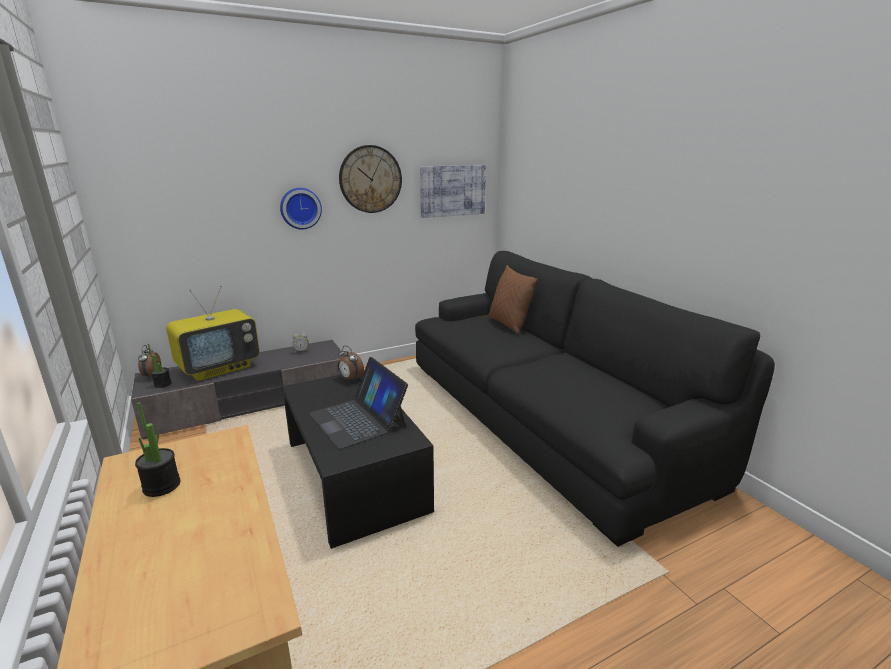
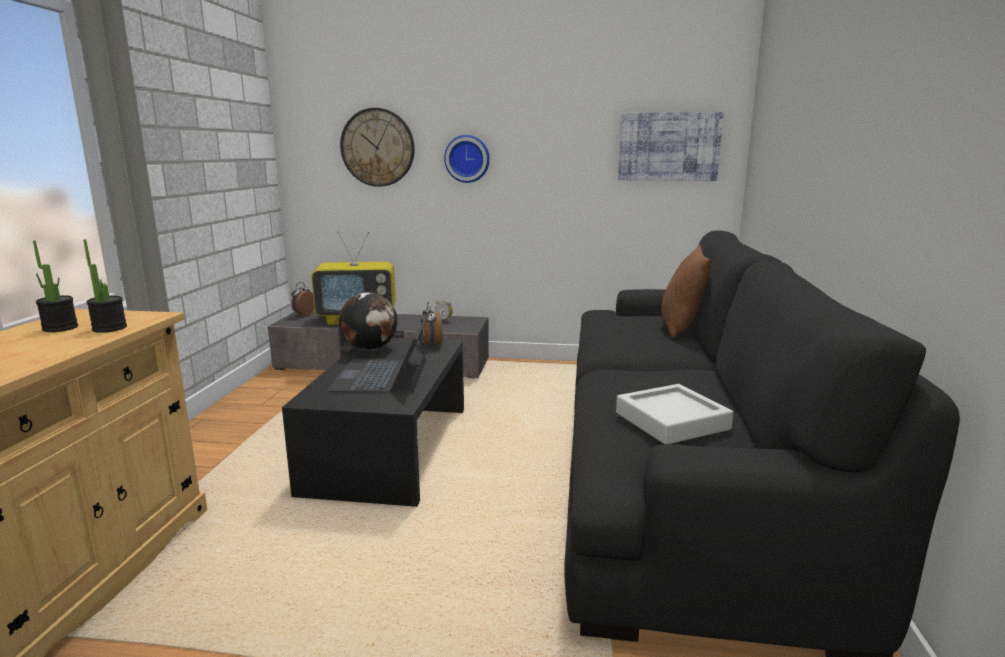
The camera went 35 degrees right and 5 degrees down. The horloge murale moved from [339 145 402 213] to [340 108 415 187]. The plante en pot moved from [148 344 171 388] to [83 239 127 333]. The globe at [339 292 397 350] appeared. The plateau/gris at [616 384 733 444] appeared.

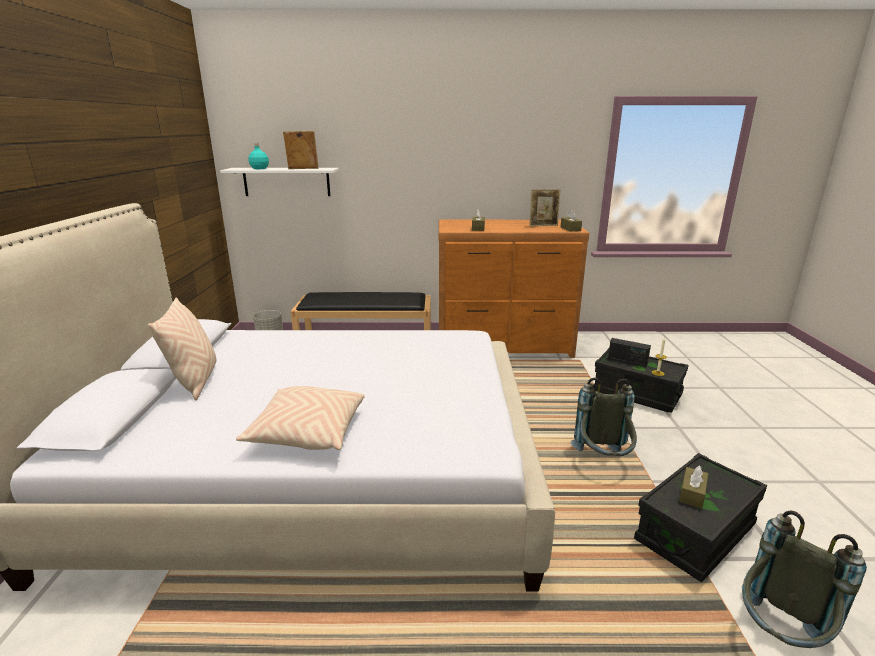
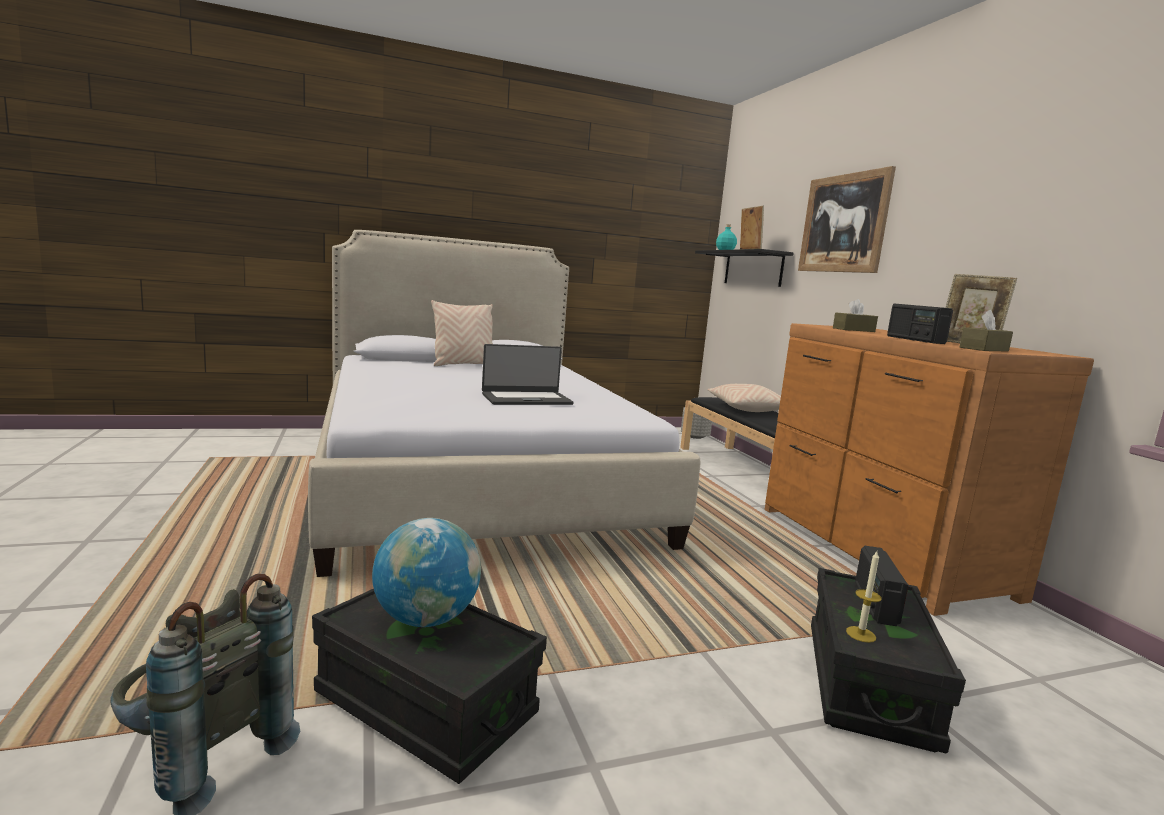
The camera went 70 degrees right and 10 degrees down. The étagère/blanc at [220 168 339 196] became the étagère/noir at [695 249 794 287]. The sac à dos/gris at [570 378 637 456] disappeared. The coussin/beige moved from [236 386 365 450] to [707 384 781 412]. The boîte à mouchoirs/marron at [679 465 708 509] was replaced by the globe at [372 518 481 627]. The tableau at [798 166 896 273] appeared. The radio at [887 304 953 344] appeared. The ordinateur portable at [482 344 574 405] appeared.

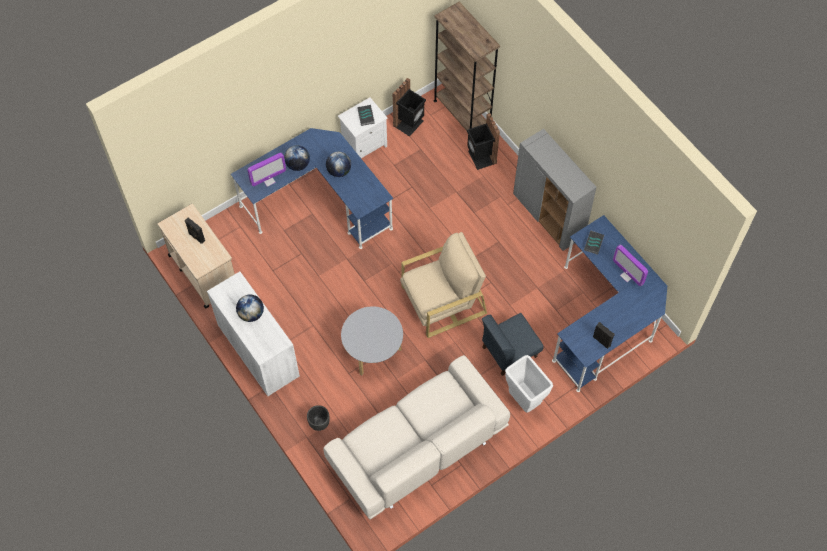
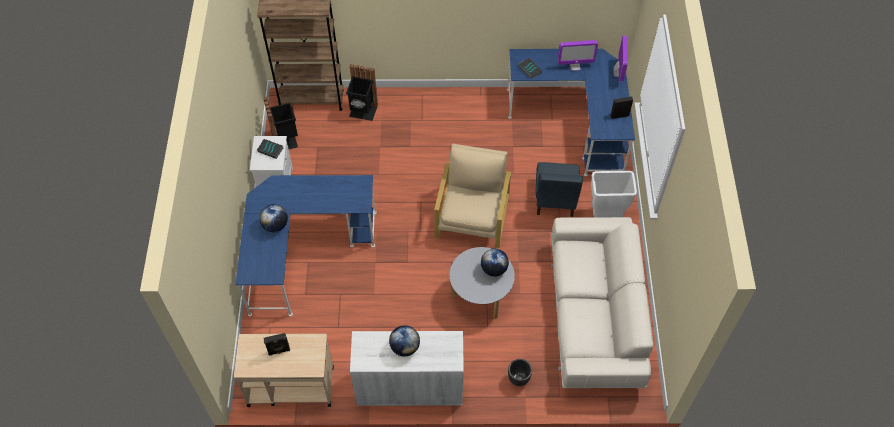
The camera went 55 degrees left and 5 degrees down. The meuble de rangement/gris at [513 129 597 251] disappeared. The globe moved from [326 152 351 177] to [481 249 509 277]. The écran d'ordinateur moved from [247 153 286 187] to [613 36 628 82].

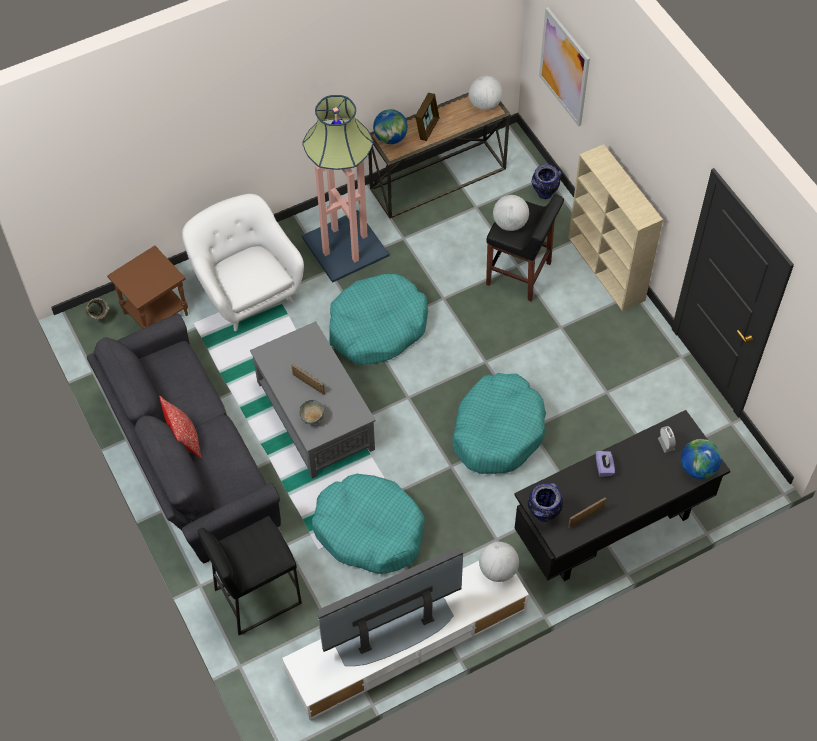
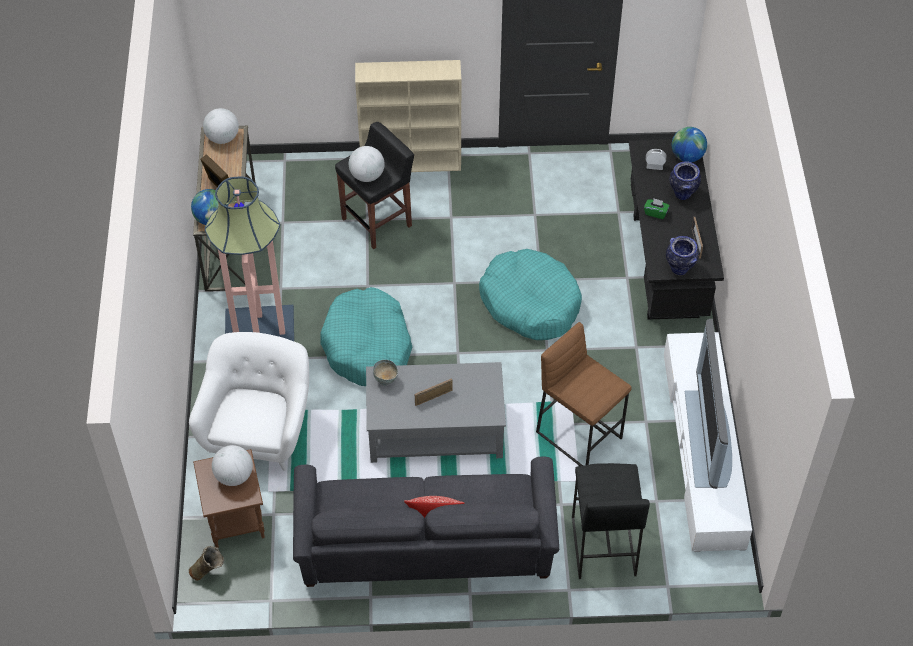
The camera went 65 degrees left and 5 degrees down. The tableau at [539 7 590 126] disappeared. The vase moved from [531 164 561 199] to [670 161 701 200]. The fauteuil/blanc at [182 194 304 331] turned 105 degrees clockwise. The bol/gris moved from [300 400 324 425] to [373 360 398 386]. The boîte à mouchoirs/violet at [596 451 615 477] became the boîte à mouchoirs/vert at [644 198 669 219]. The panier pour chien/turquoise at [312 474 425 574] was replaced by the tabouret/marron at [536 322 632 466]. The globe moved from [479 542 519 582] to [212 445 253 486].

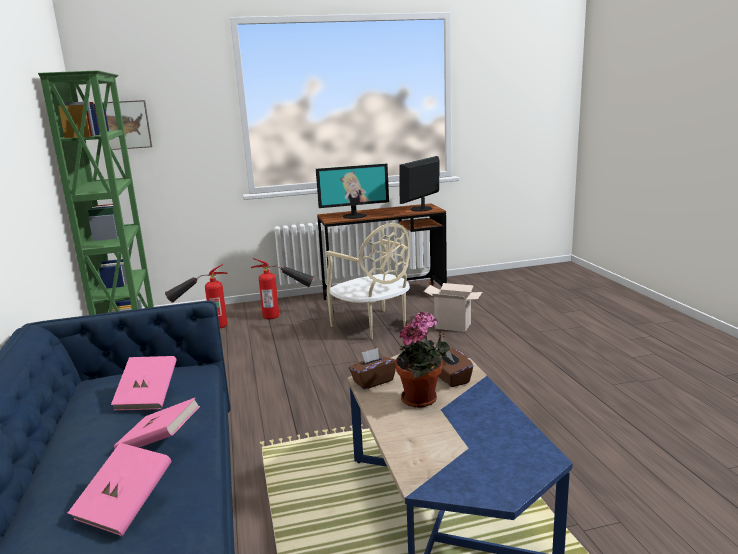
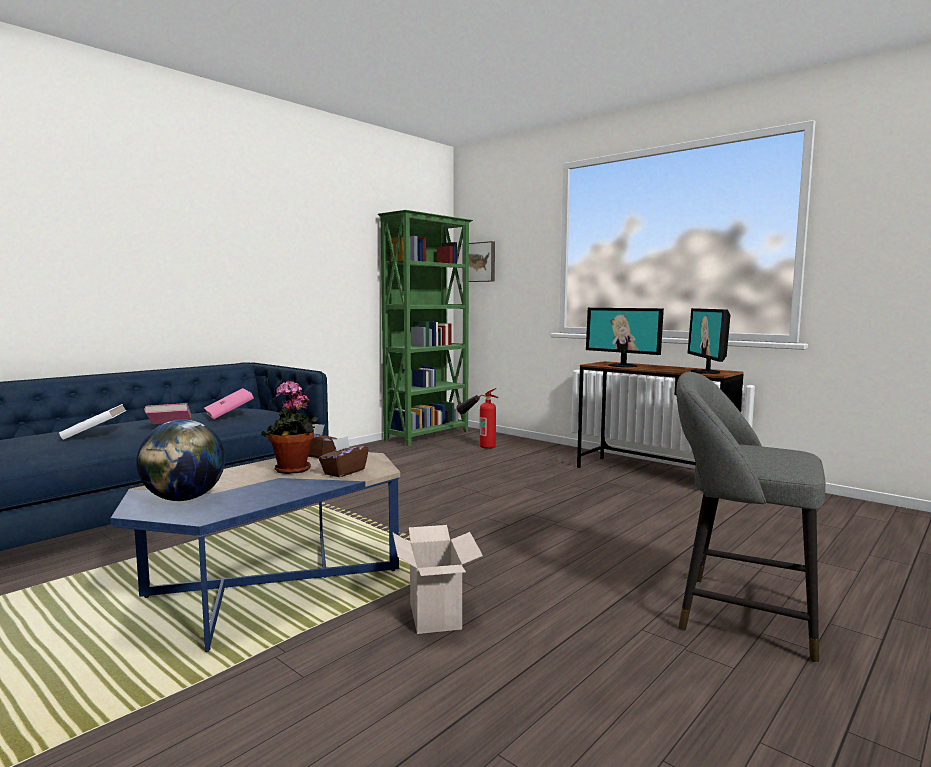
The camera went 55 degrees right and 10 degrees down. The écran d'ordinateur at [399 156 440 212] turned 90 degrees counterclockwise. The chaise/beige at [327 223 410 340] disappeared. The extincteur at [251 258 314 319] disappeared. The carton moved from [424 283 482 332] to [393 525 483 634]. The livre/rose at [68 443 172 536] became the livre/blanc at [59 404 127 440]. The tabouret/gris at [676 372 826 663] appeared. The globe at [136 419 225 501] appeared.

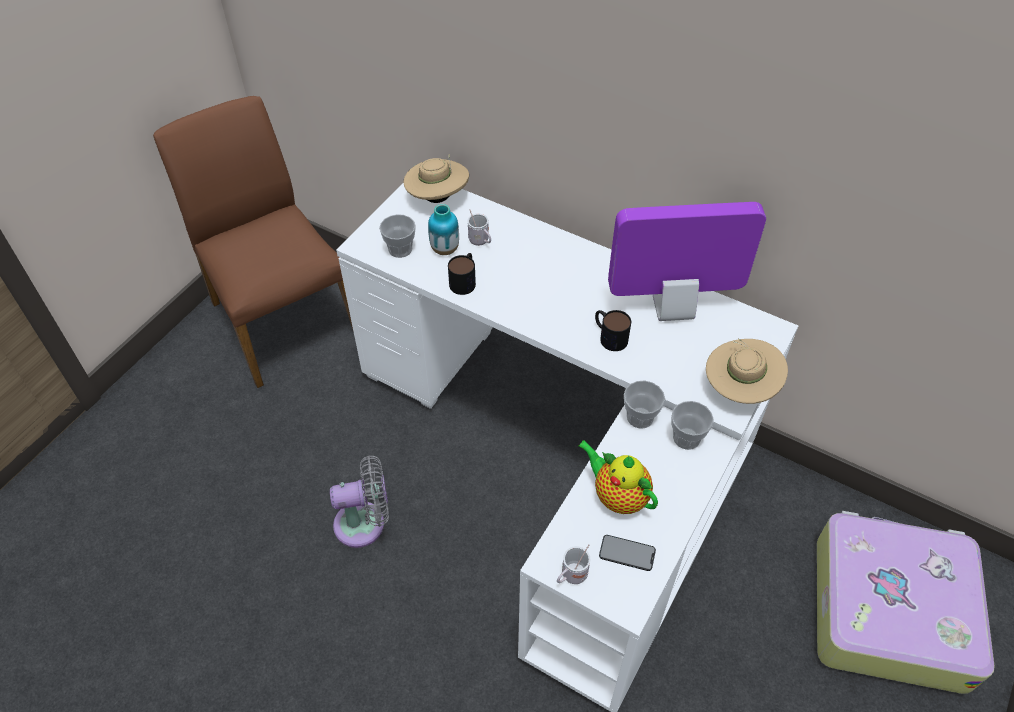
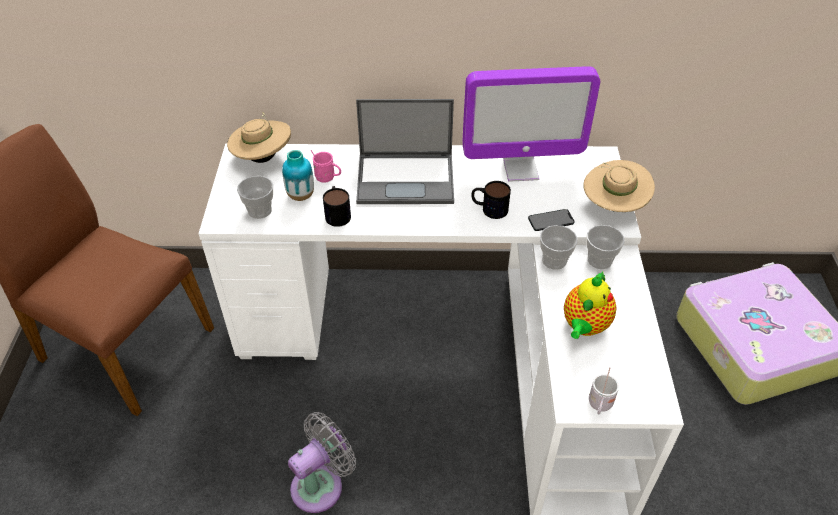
The camera went 30 degrees left and 5 degrees down. The écran d'ordinateur at [608 202 766 321] turned 150 degrees counterclockwise. The mug/blanc at [468 209 491 246] became the mug/rose at [311 150 341 183]. The théière at [578 440 658 514] turned 75 degrees counterclockwise. The téléphone moved from [599 535 656 571] to [528 209 574 231]. The ordinateur portable at [356 99 454 204] appeared.

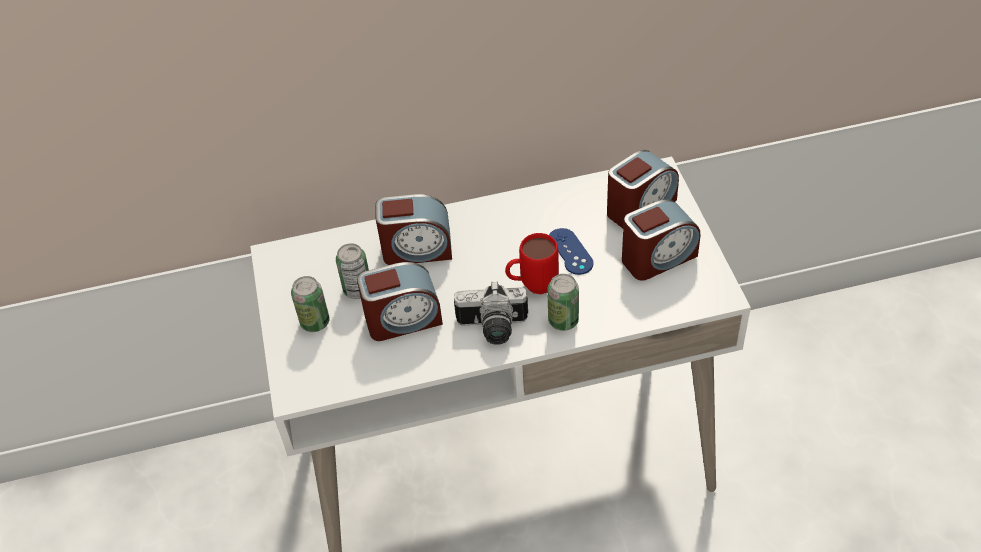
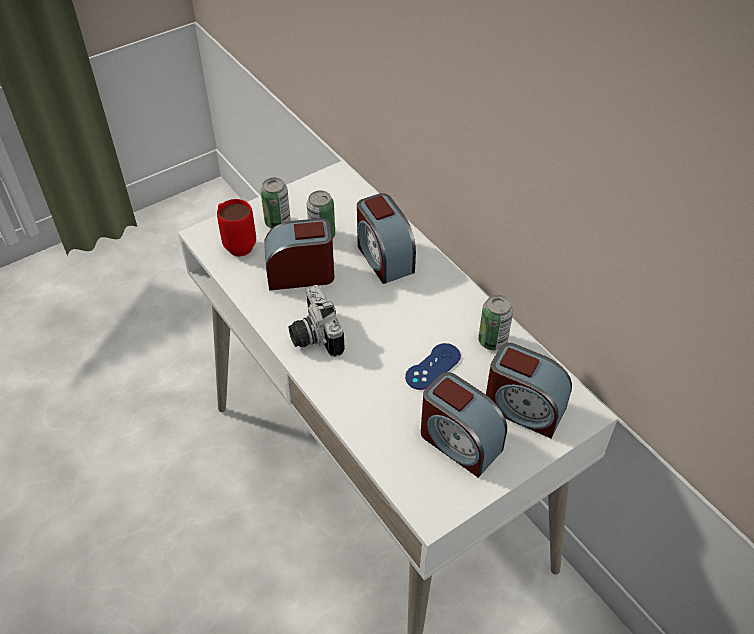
The camera went 65 degrees right and 0 degrees up. The mug/rouge moved from [505 233 559 294] to [217 199 256 257]. The réveil at [357 262 443 341] turned 120 degrees clockwise. The boîte métallique moved from [547 274 579 331] to [478 295 513 351].

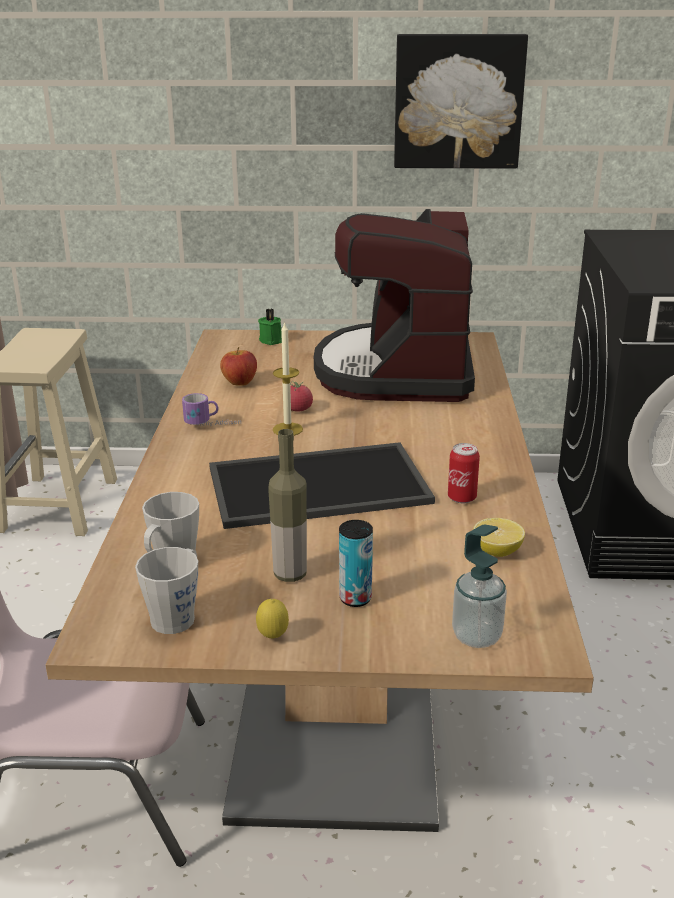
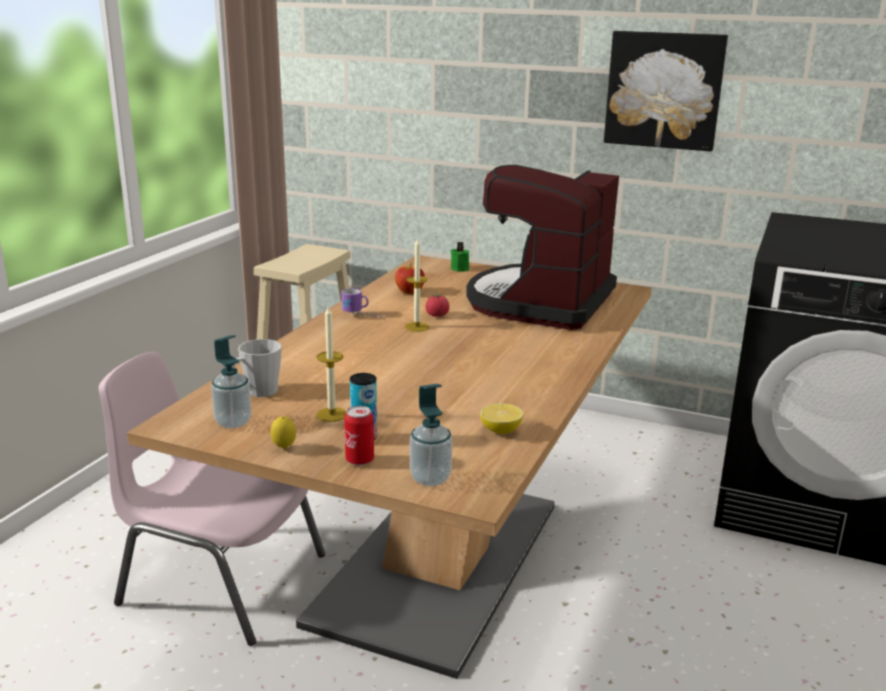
The camera went 20 degrees right and 5 degrees down. The bouteille at [268 429 307 582] was replaced by the bougie at [316 307 347 422]. The plateau at [209 442 435 529] disappeared. The boîte métallique moved from [448 443 480 503] to [344 406 374 466]. The mug/gris at [135 547 198 634] was replaced by the distributeur de savon at [211 335 251 429].

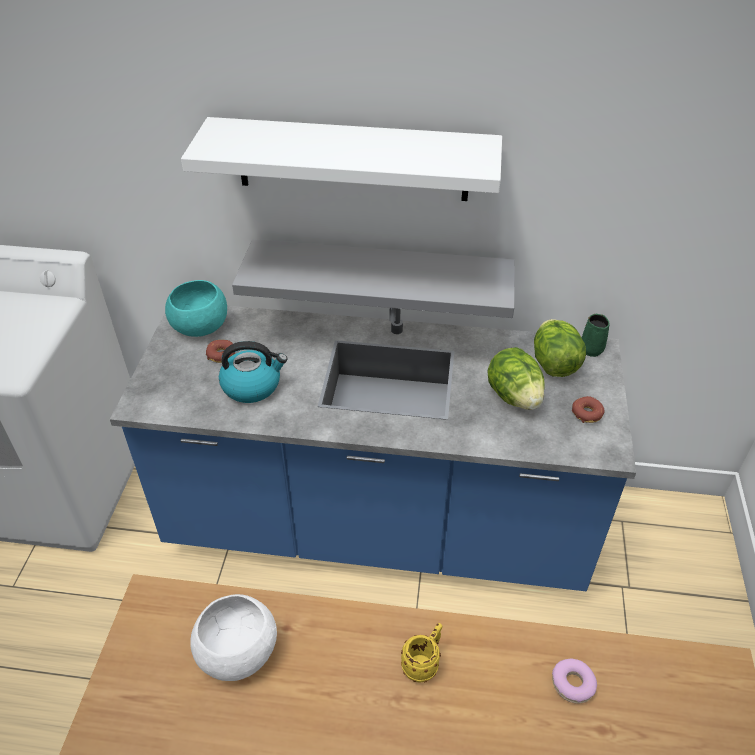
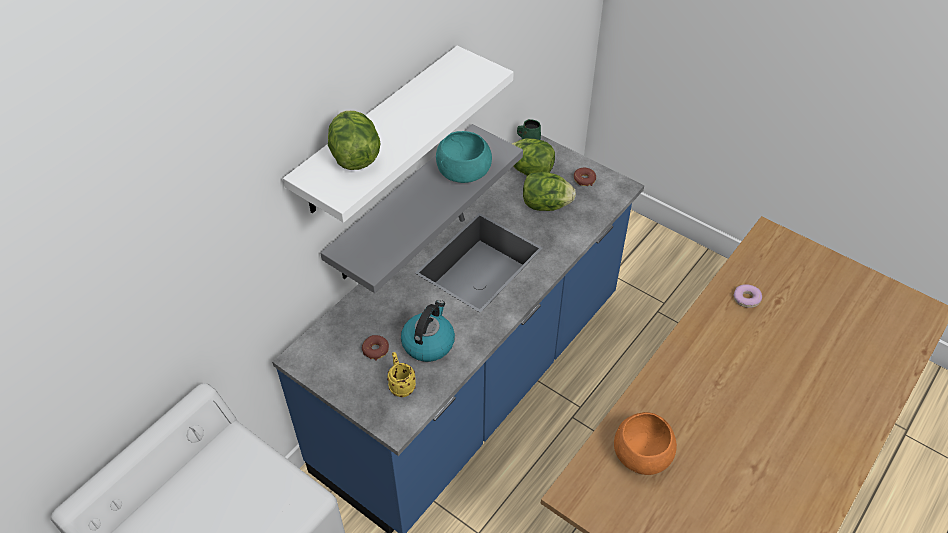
The camera went 60 degrees left and 5 degrees up. The bol/turquoise moved from [165 280 227 337] to [436 131 492 183]. The bol/blanc at [190 594 277 681] became the bol/orange at [614 412 677 475]. The mug/jaune moved from [401 623 442 683] to [387 352 416 397]. The laitue at [328 110 381 170] appeared.

